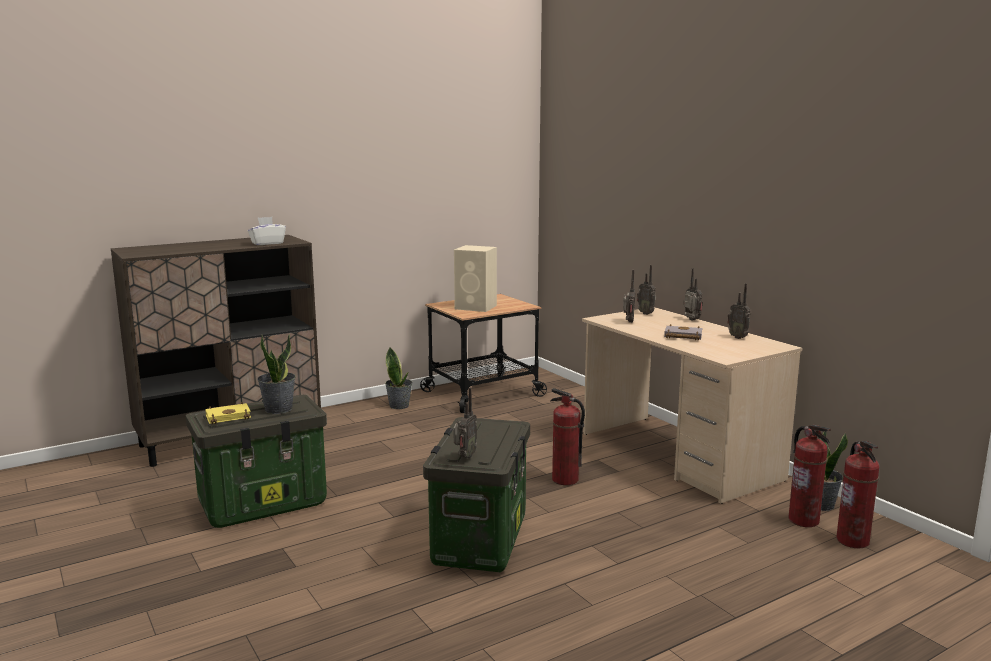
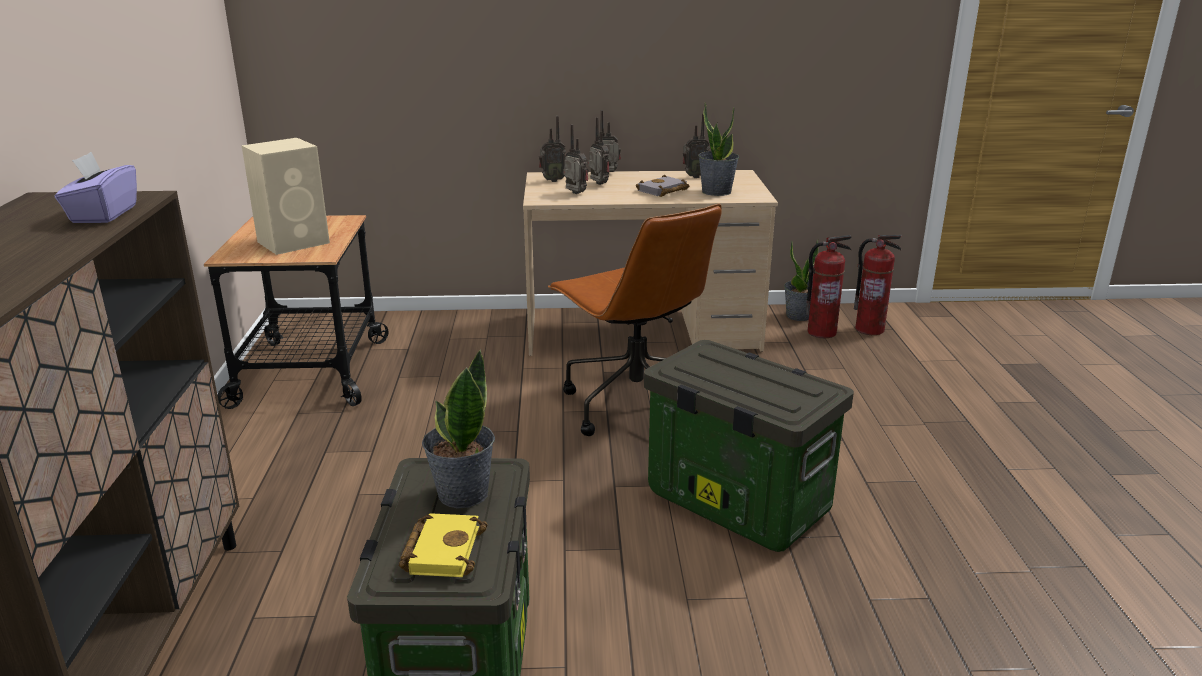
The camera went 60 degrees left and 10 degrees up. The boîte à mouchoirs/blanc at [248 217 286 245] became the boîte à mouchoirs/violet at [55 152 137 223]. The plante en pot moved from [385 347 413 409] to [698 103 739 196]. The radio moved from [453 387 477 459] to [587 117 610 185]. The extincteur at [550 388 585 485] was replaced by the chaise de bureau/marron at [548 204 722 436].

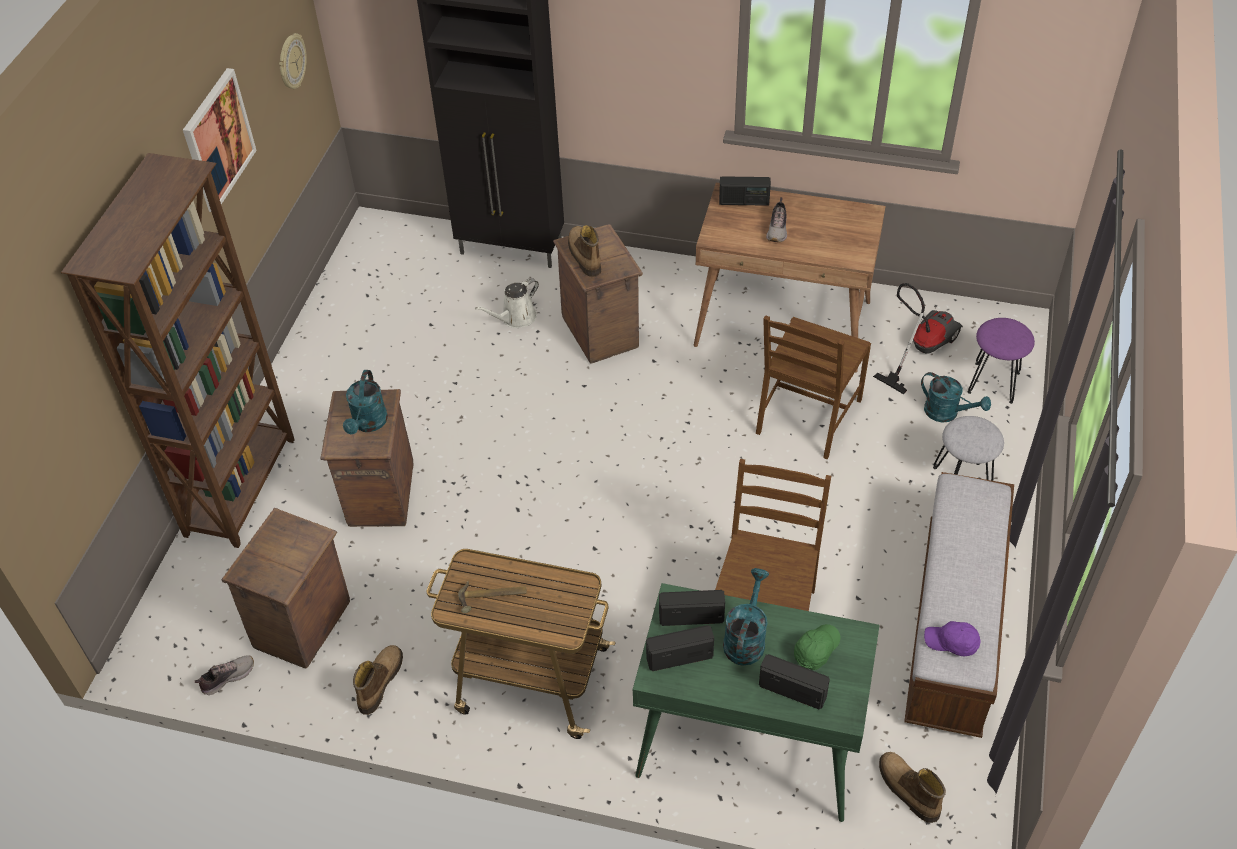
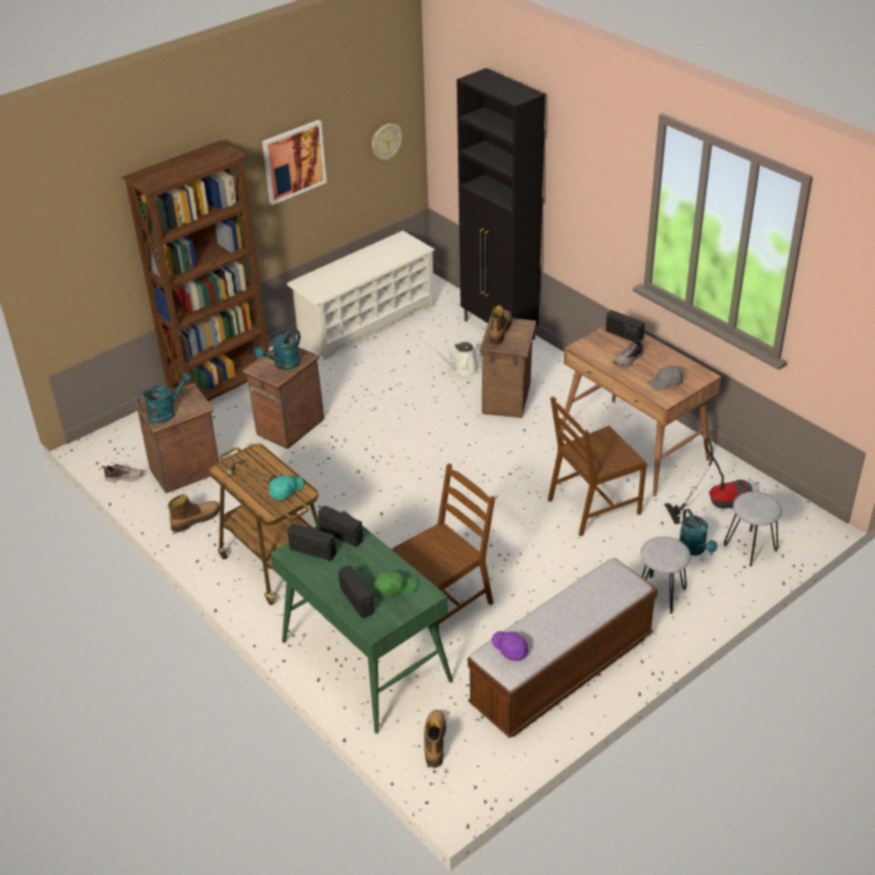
The camera went 35 degrees right and 10 degrees down. The tabouret/violet at [968 318 1035 404] became the tabouret/gris at [724 491 782 566]. The arrosoir/turquoise moved from [723 568 769 666] to [138 373 192 423]. The étagère à chaussures/blanc at [286 231 435 360] appeared. The casquette/gris at [648 365 683 390] appeared. The casquette/turquoise at [269 475 304 500] appeared.

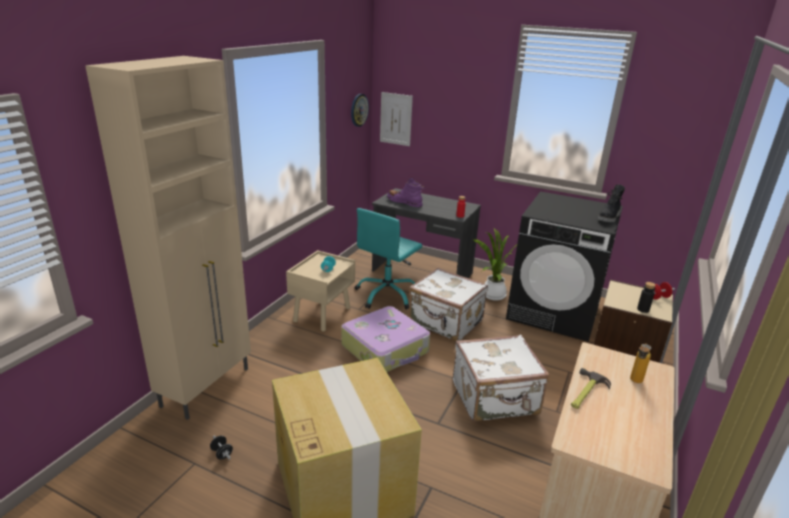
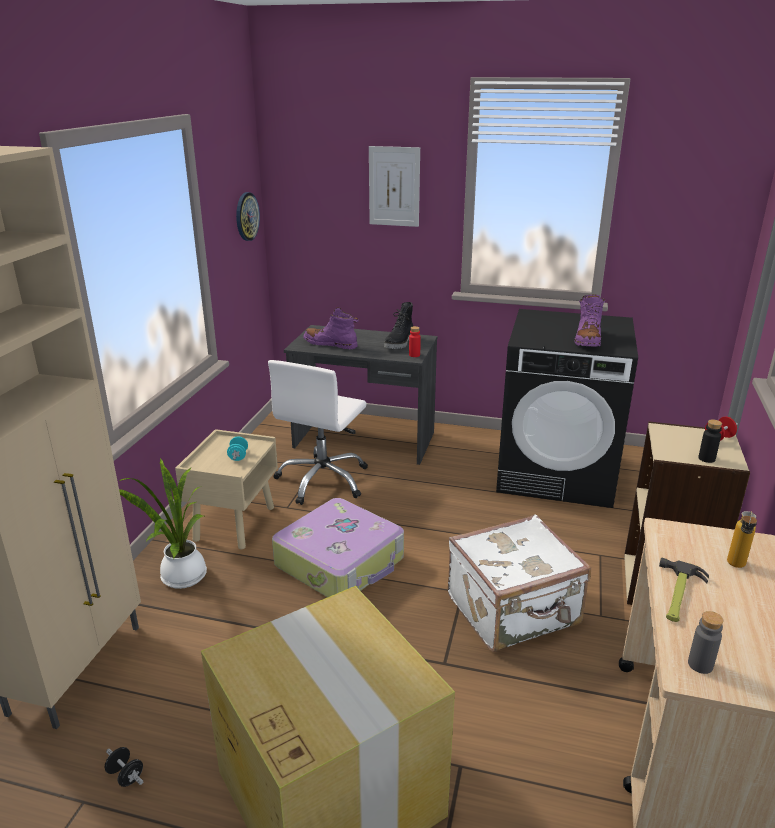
The camera went 10 degrees left and 0 degrees up. The tableau moved from [380 92 413 146] to [369 146 420 227]. The botte/noir moved from [598 185 625 222] to [384 302 413 349]. The chaise de bureau/turquoise at [354 208 422 310] became the chaise de bureau/blanc at [268 360 368 505]. The plante en pot moved from [473 229 517 300] to [119 458 207 589]. The valise/blanc at [409 268 488 341] disappeared. The botte/violet at [575 294 605 347] appeared. The bouteille/gris at [688 611 724 674] appeared.

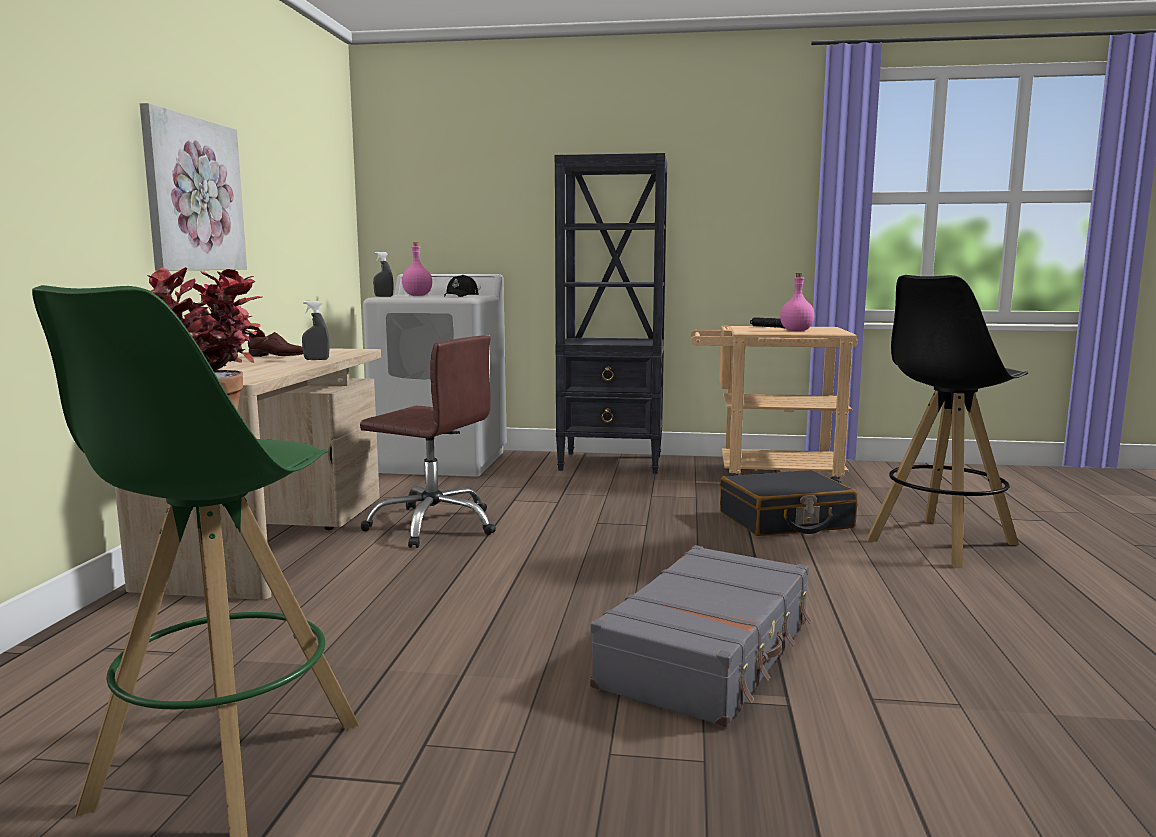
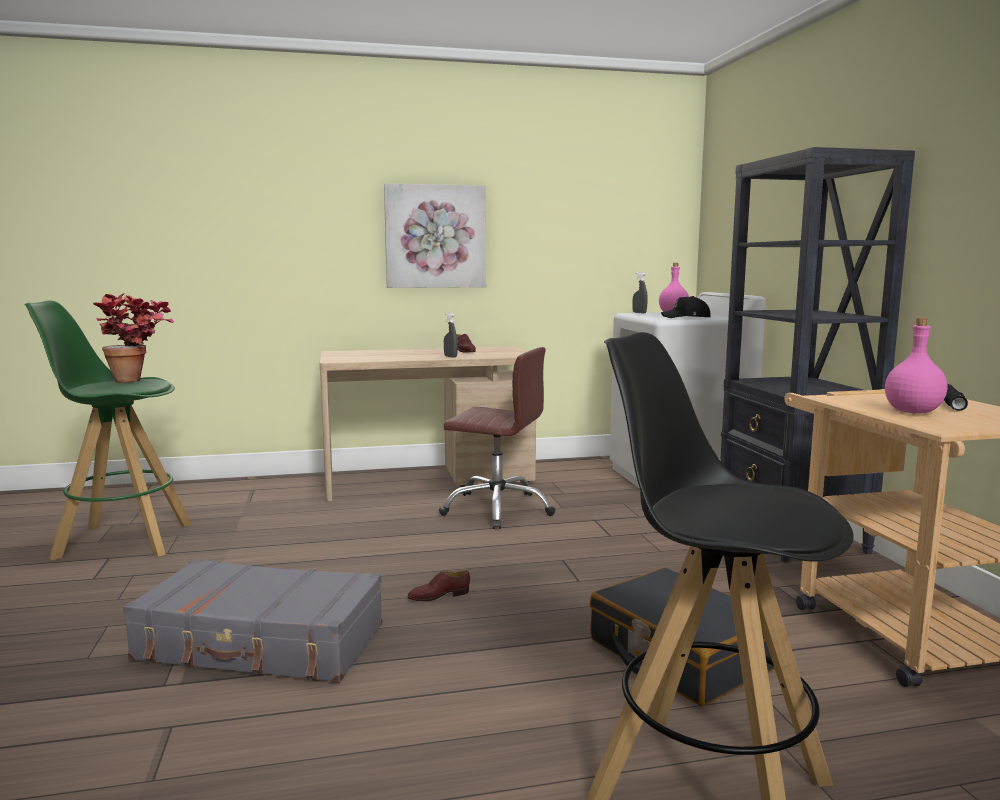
The camera went 70 degrees right and 0 degrees up. The chaise de bureau/marron at [360 335 496 548] turned 75 degrees counterclockwise. The chaussure/marron at [407 570 470 602] appeared.

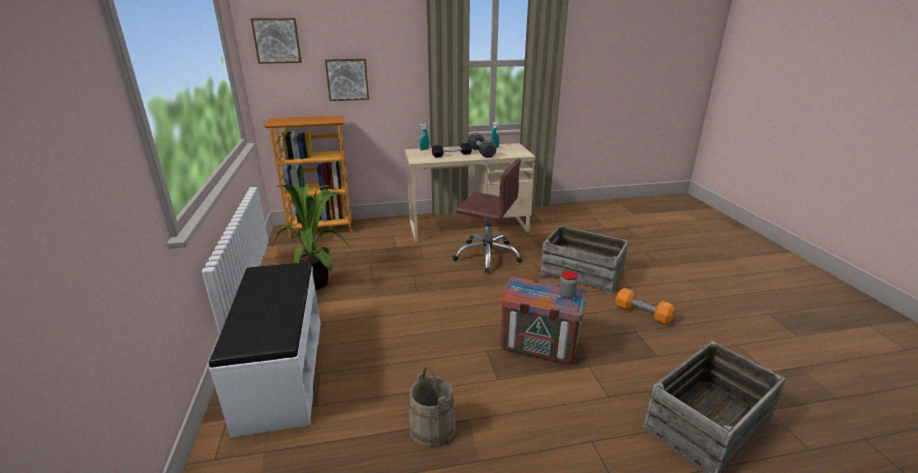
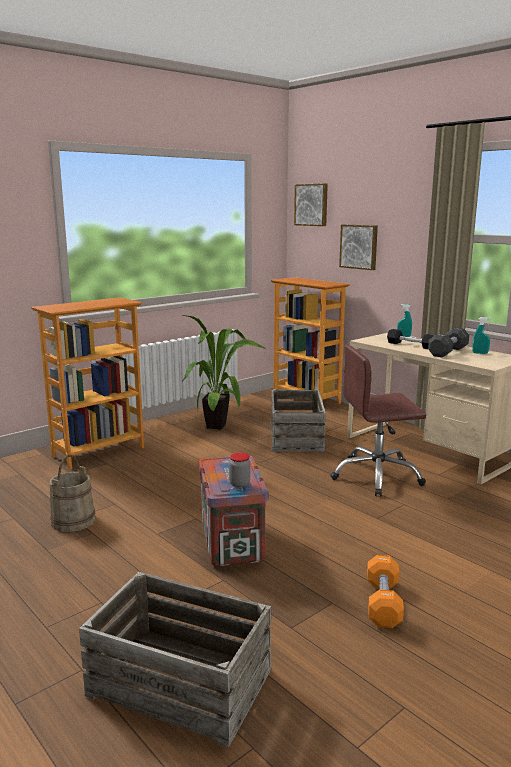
The camera went 60 degrees right and 10 degrees down. The chaise de bureau/marron at [452 159 523 273] turned 90 degrees clockwise. The caisse moved from [540 225 629 294] to [271 389 326 452]. The banc/blanc at [209 262 321 437] was replaced by the bibliothèque at [31 297 144 469].

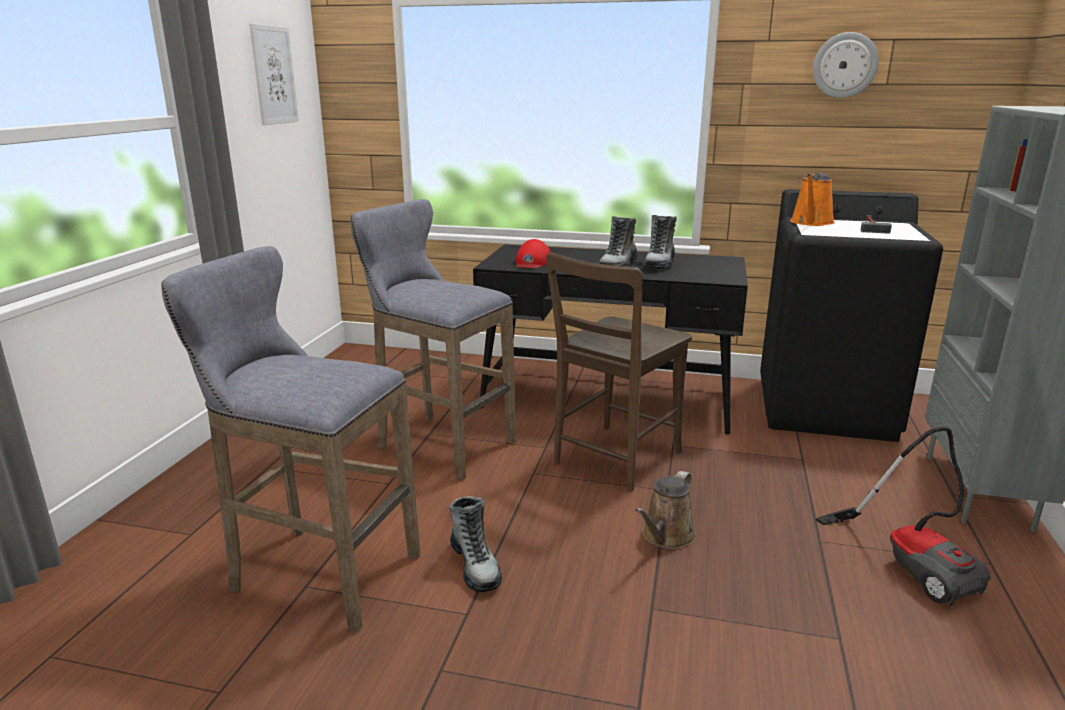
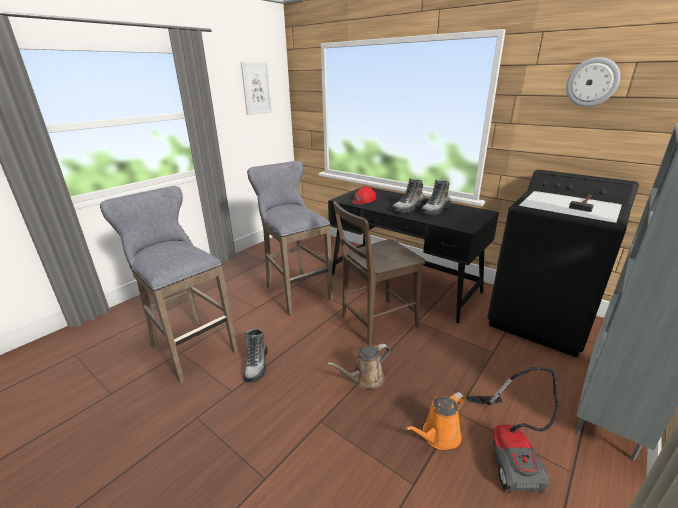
The camera went 25 degrees right and 5 degrees up. The arrosoir/orange moved from [790 173 835 226] to [406 392 465 450].

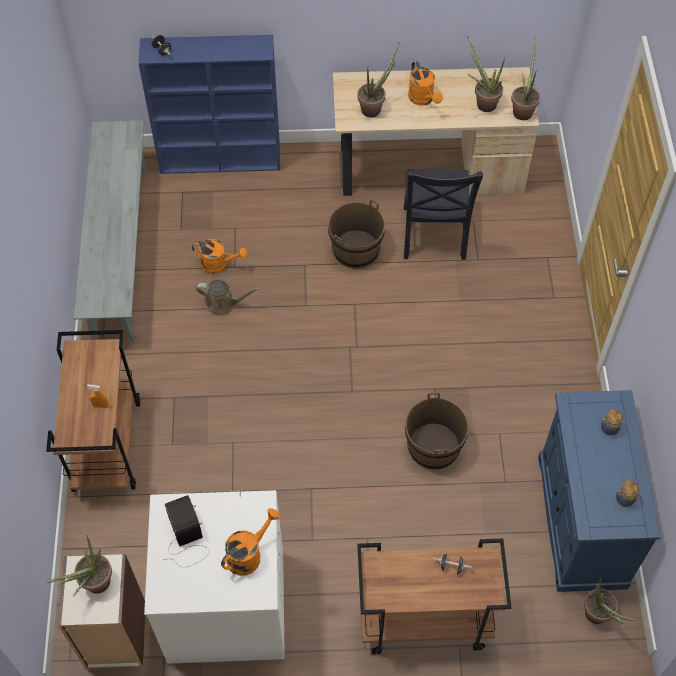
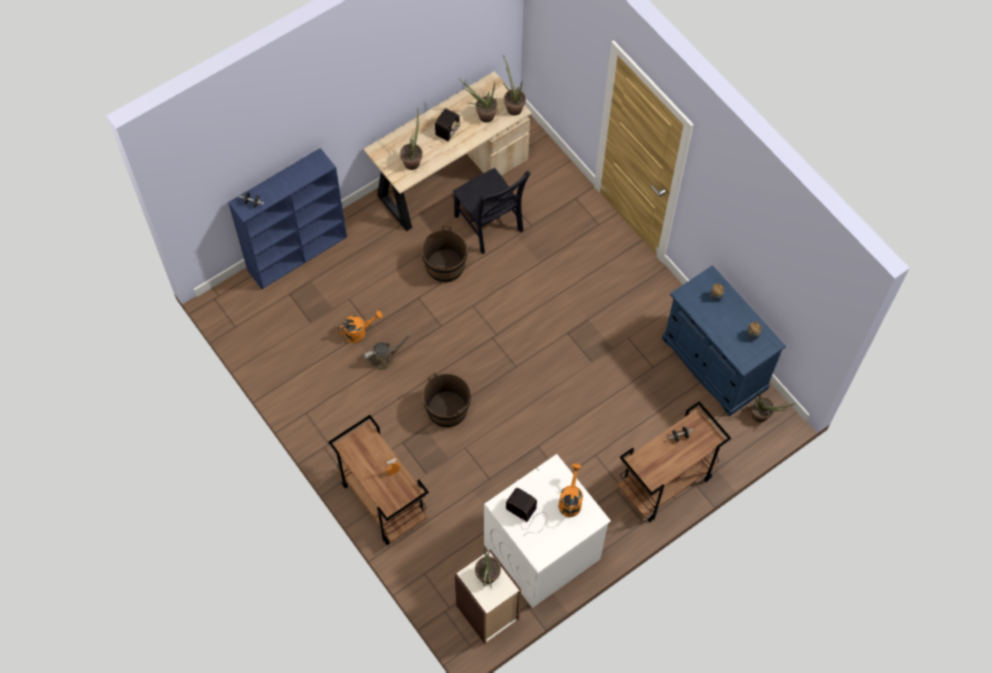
The camera went 35 degrees left and 5 degrees up. The arrosoir/orange at [408 61 443 105] was replaced by the radio at [425 108 460 150]. The banc/gris at [73 120 147 343] disappeared. The seau/marron moved from [405 392 469 470] to [422 372 471 427].

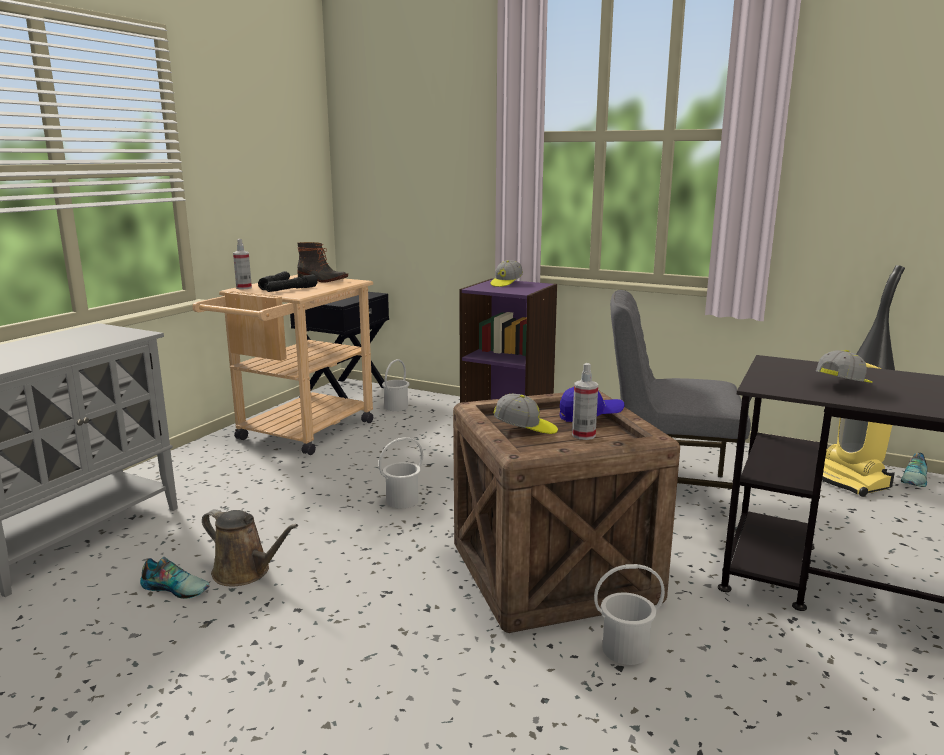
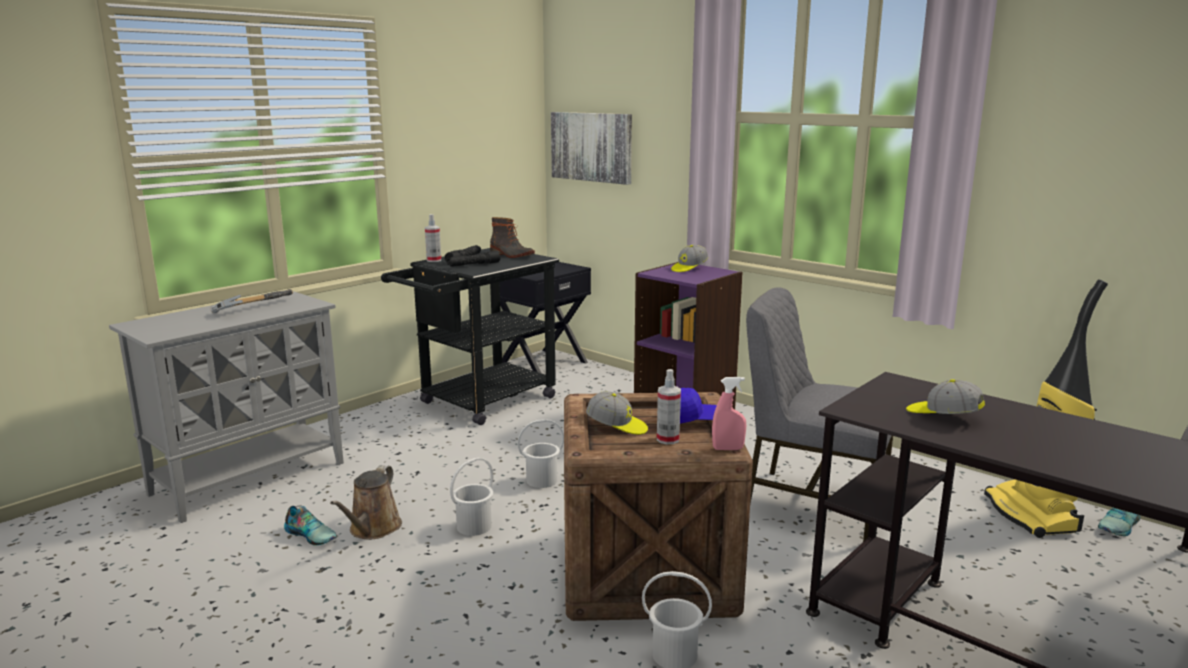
The camera went 15 degrees right and 0 degrees up. The chariot/beige at [192 275 373 455] became the chariot/noir at [381 248 559 425]. The casquette at [816 350 873 383] turned 120 degrees counterclockwise. The seau/blanc moved from [382 359 410 411] to [450 458 494 536]. The arrosoir/marron at [202 509 298 586] turned 60 degrees clockwise. The tableau at [551 112 632 185] appeared. The marteau at [211 289 293 313] appeared. The vaporisateur/rose at [712 377 746 450] appeared.

